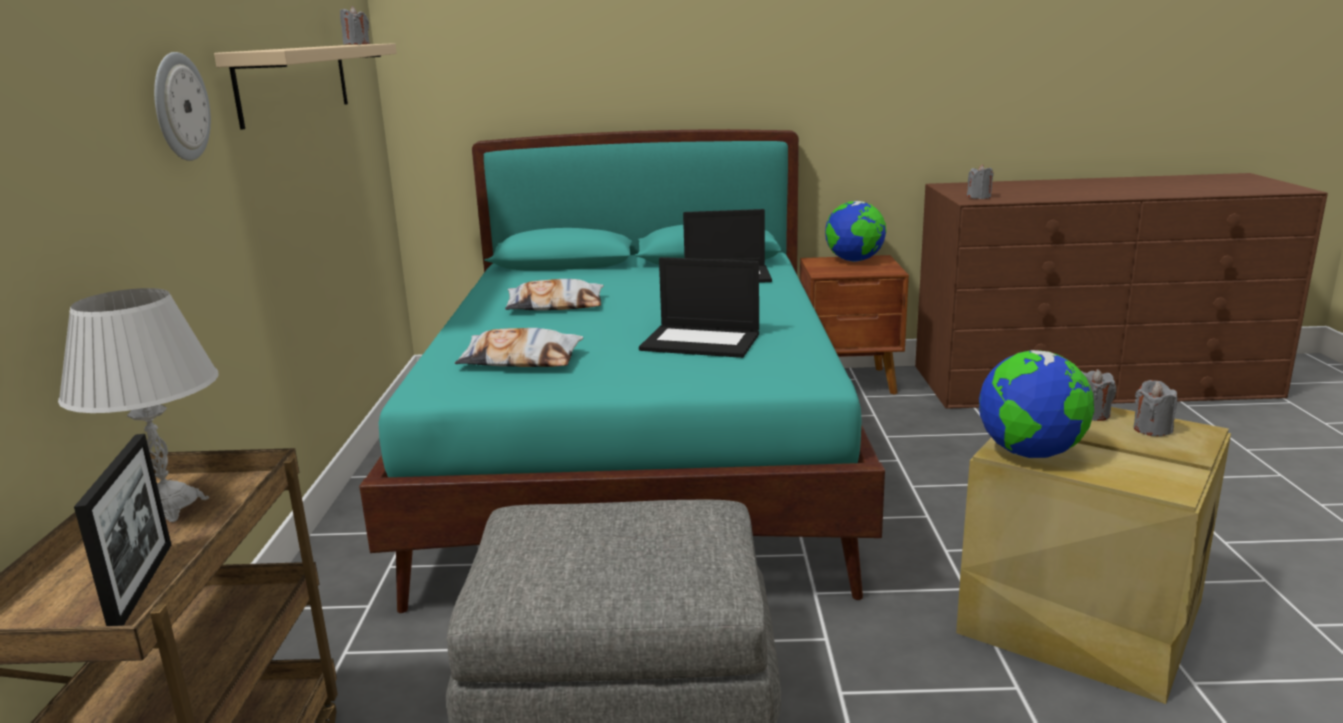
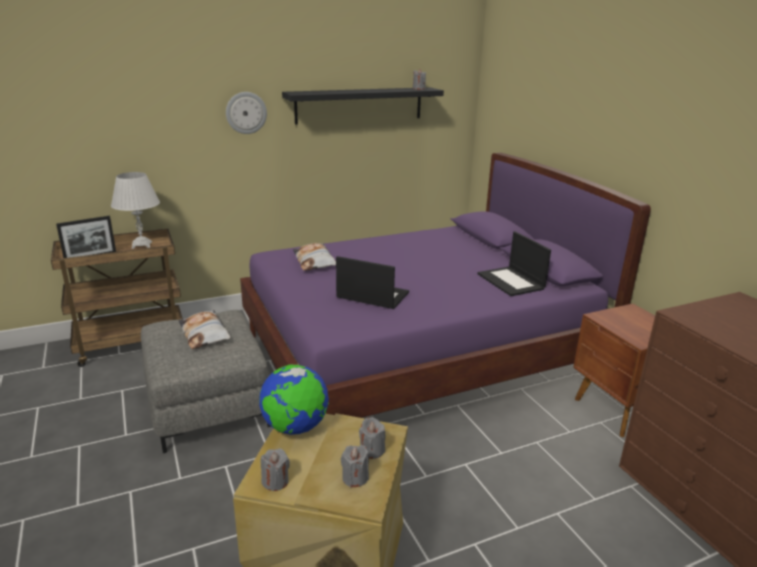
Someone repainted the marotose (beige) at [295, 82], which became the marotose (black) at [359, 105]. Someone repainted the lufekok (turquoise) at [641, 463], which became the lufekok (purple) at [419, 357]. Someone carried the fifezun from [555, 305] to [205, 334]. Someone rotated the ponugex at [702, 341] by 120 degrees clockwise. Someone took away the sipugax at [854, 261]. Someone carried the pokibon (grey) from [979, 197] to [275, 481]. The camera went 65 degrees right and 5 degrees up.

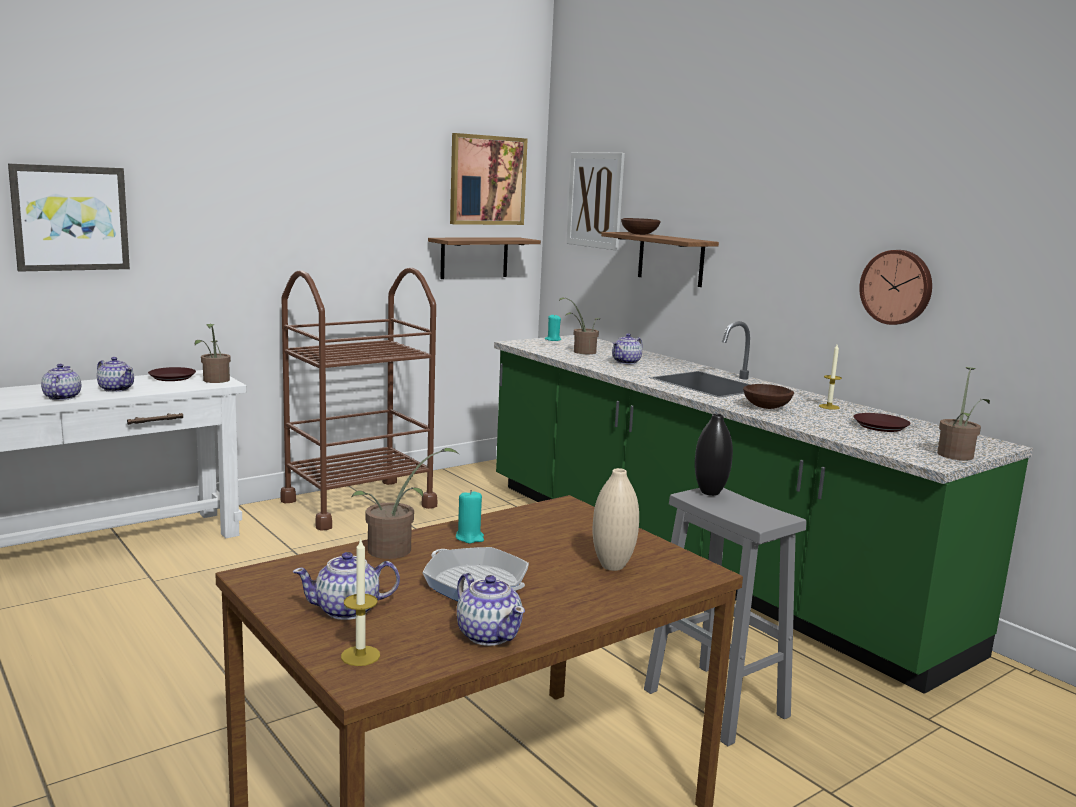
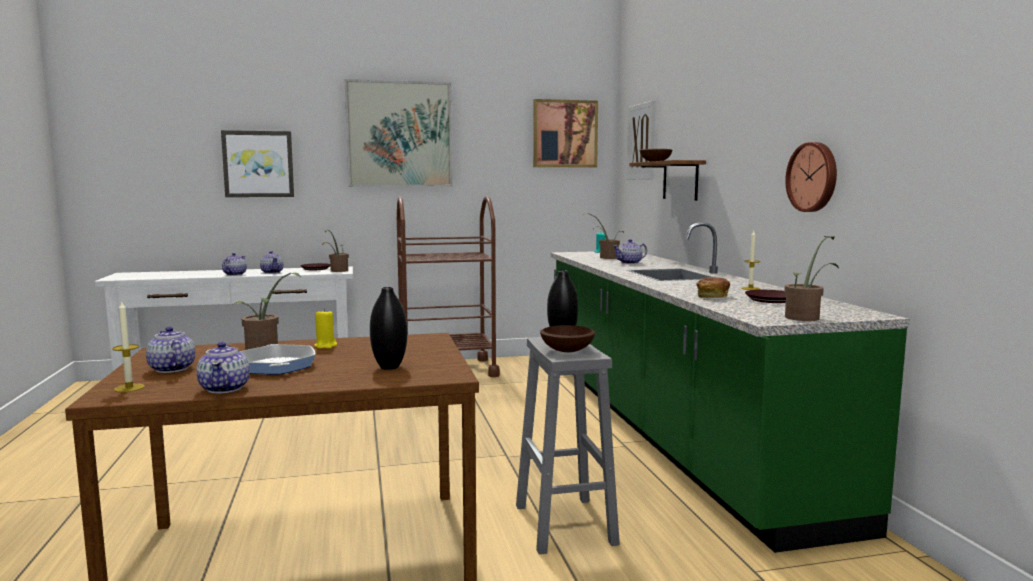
Someone rotated the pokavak at [348, 610] by 45 degrees clockwise. Someone took away the marotose at [474, 257]. Someone repainted the pokibon (turquoise) at [469, 537], which became the pokibon (yellow) at [326, 346]. Someone repainted the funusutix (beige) at [612, 566], which became the funusutix (black) at [389, 367]. Someone carried the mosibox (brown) from [767, 407] to [568, 350]. Someone put up the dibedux at [399, 134]. Someone put down the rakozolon at [713, 296]. The camera went 25 degrees right and 5 degrees down.

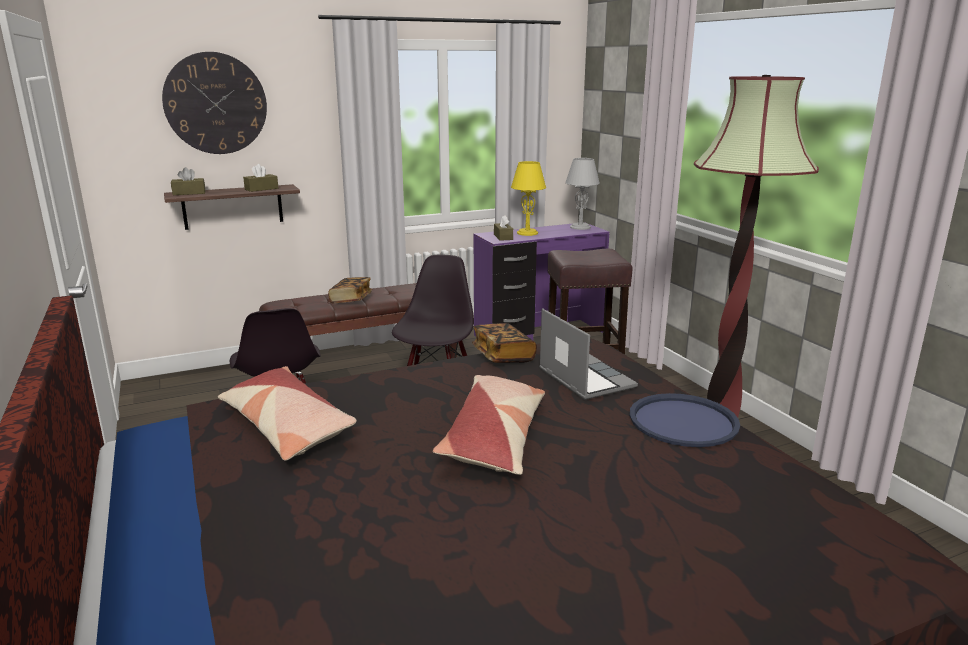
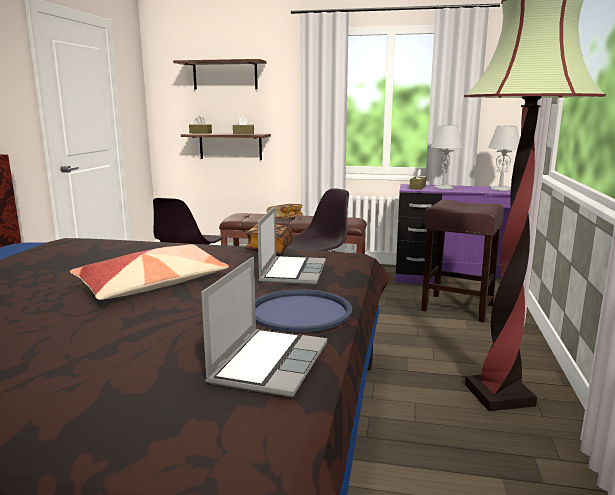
Someone swapped the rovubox at [215, 103] for the marotose at [225, 75]. Someone took away the fifezun at [286, 426]. Someone repainted the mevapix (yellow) at [527, 233], which became the mevapix (grey) at [444, 187]. Someone put down the ponugex at [269, 362]. The camera went 35 degrees right and 5 degrees down.

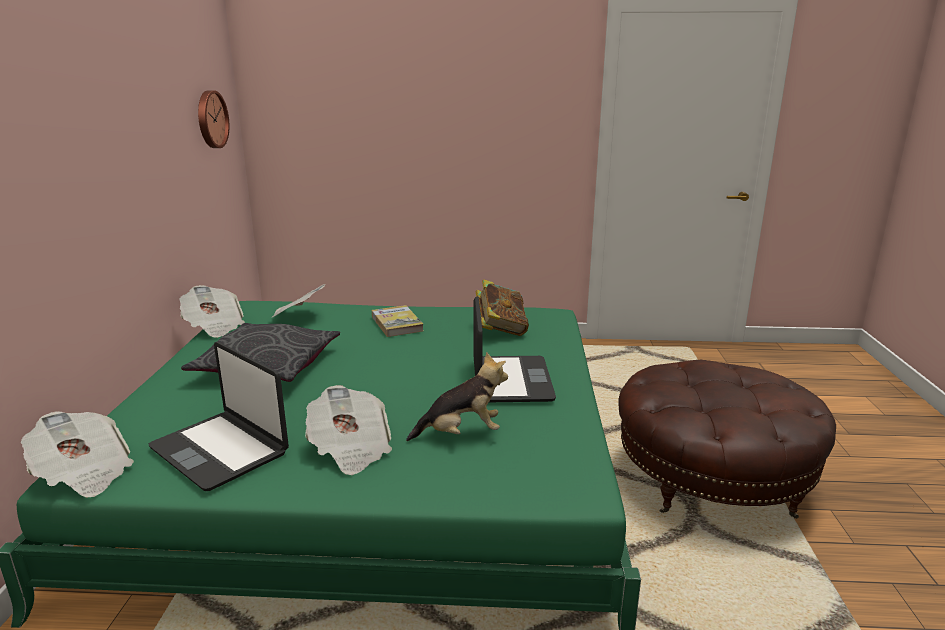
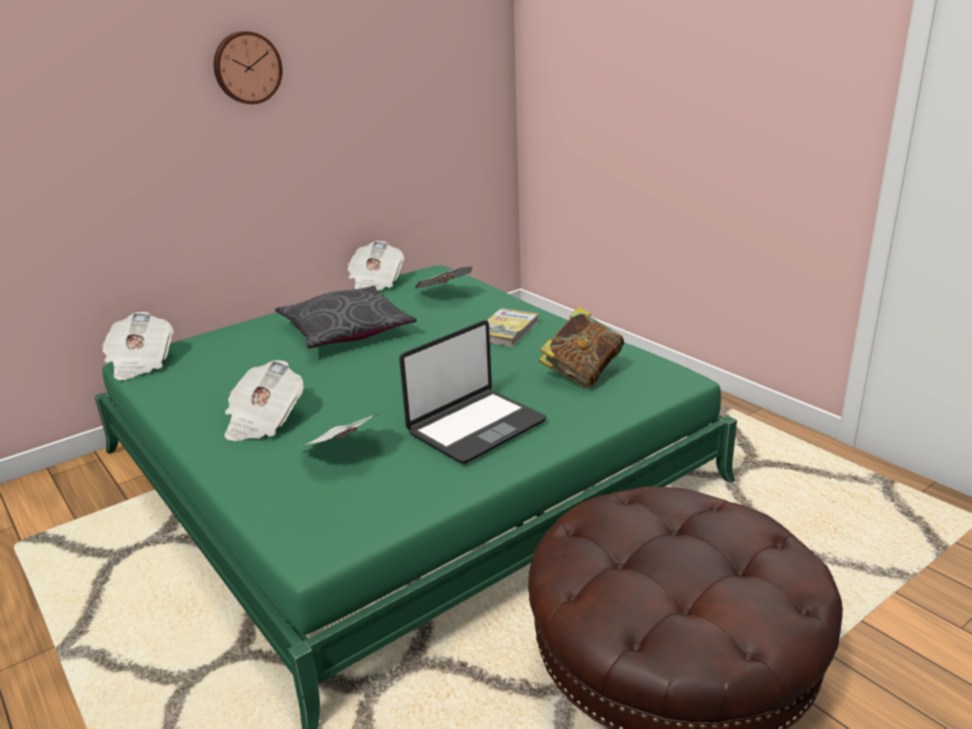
Someone took away the ponugex at [221, 450]. Someone carried the rovubox from [211, 119] to [247, 67]. Someone swapped the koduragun at [461, 433] for the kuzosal at [343, 450]. The camera went 50 degrees right and 5 degrees up.

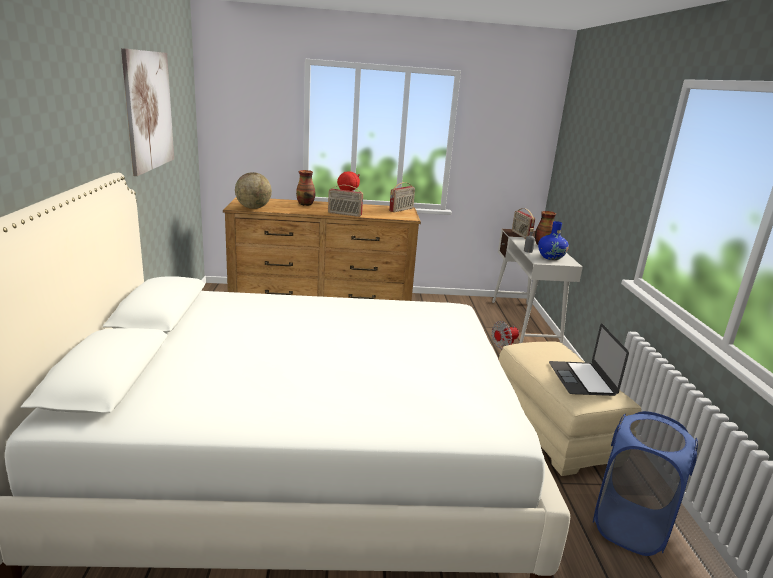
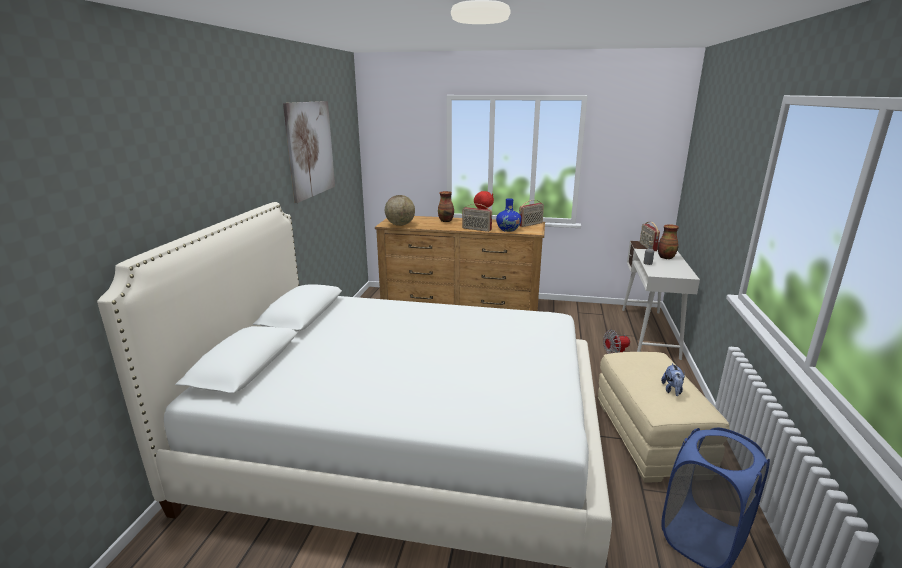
Someone carried the funusutix (blue) from [551, 257] to [508, 229]. Someone swapped the ponugex at [582, 378] for the koduragun at [672, 390]. The camera went 15 degrees right and 0 degrees up.

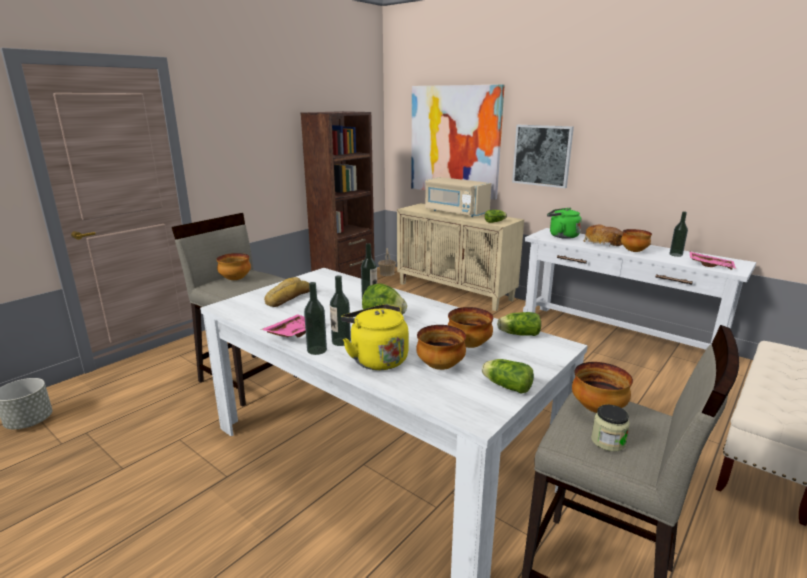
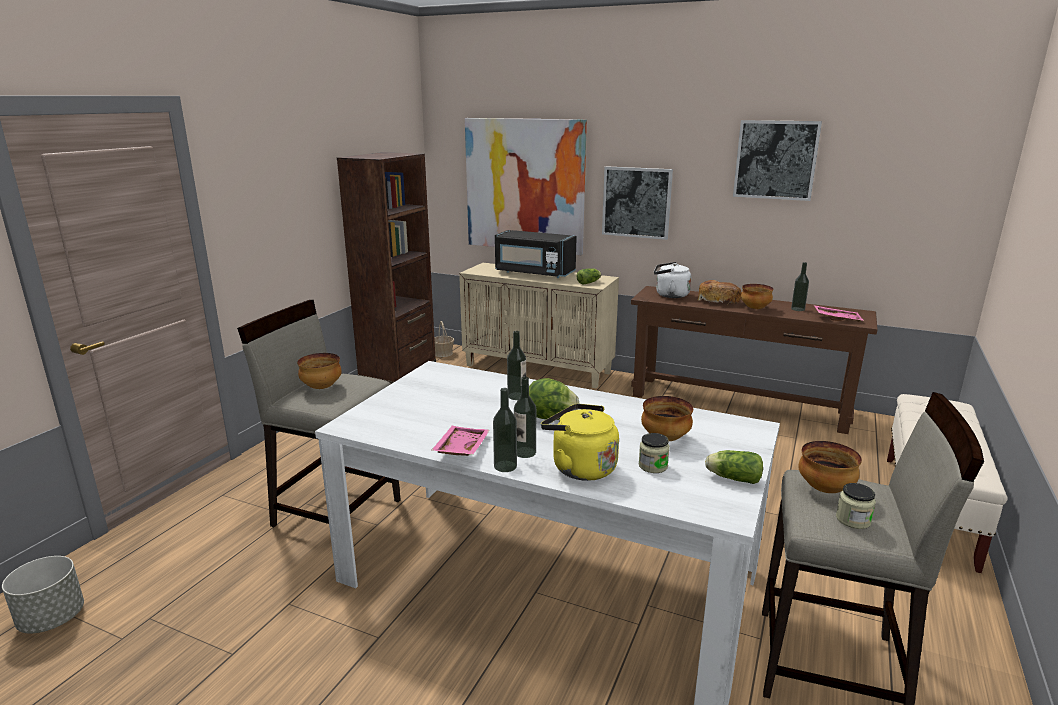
Someone took away the rakozolon at [287, 298]. Someone swapped the mosibox at [440, 366] for the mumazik at [653, 466]. Someone repainted the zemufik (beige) at [455, 212], which became the zemufik (black) at [534, 273]. Someone took away the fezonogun at [517, 334]. Someone repainted the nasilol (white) at [616, 336], which became the nasilol (brown) at [738, 403]. Someone repainted the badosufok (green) at [561, 236], which became the badosufok (white) at [669, 295]. Someone put up the dibedux at [776, 160]. The camera went 15 degrees left and 0 degrees up.

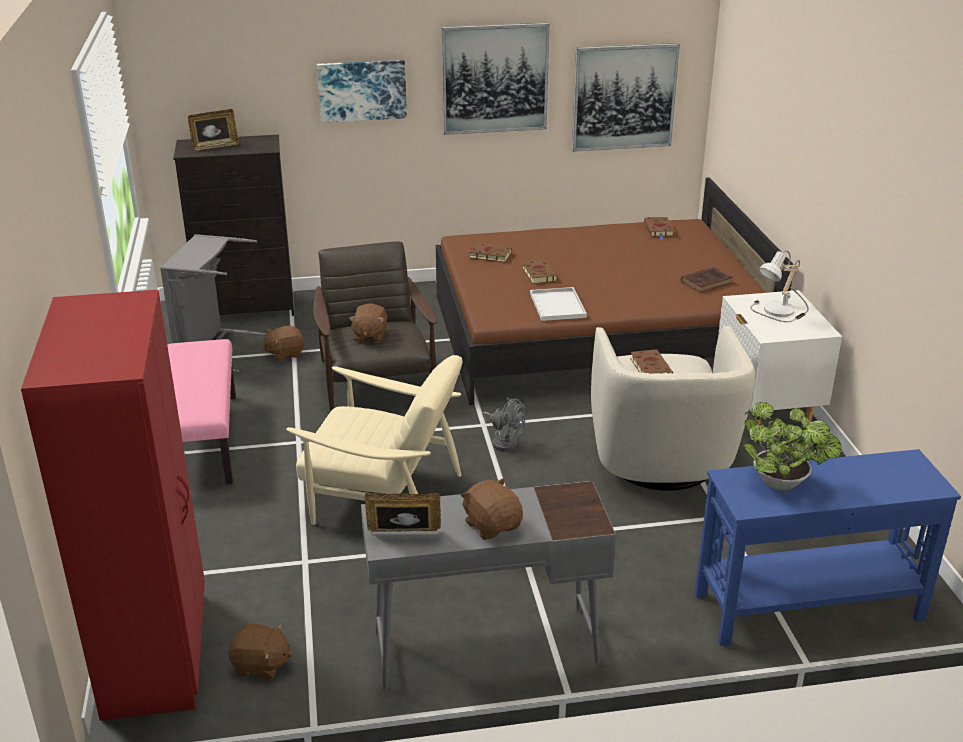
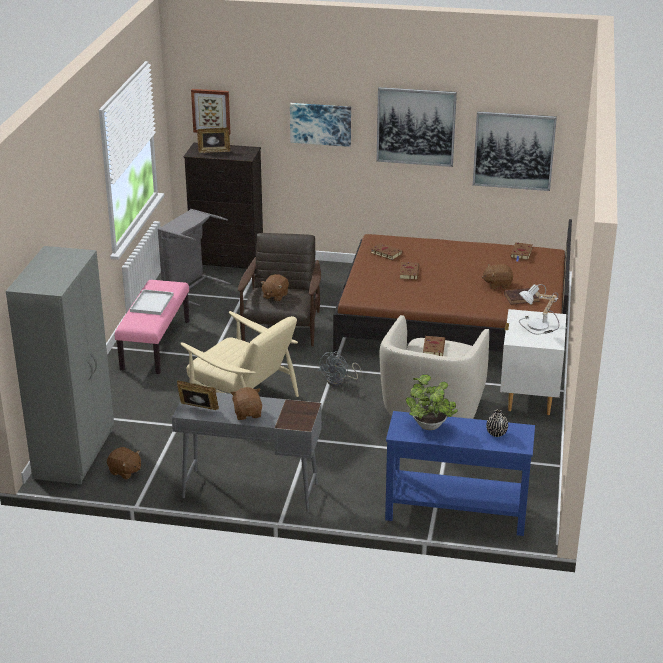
Someone repainted the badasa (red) at [158, 652], which became the badasa (grey) at [75, 453]. Someone carried the koduragun (brown) from [284, 354] to [497, 284]. Someone rotated the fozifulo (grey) at [504, 441] by 60 degrees clockwise. Someone carried the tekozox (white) from [556, 305] to [151, 302]. Someone put up the dibedux at [211, 111]. Someone put down the funusutix (black) at [496, 433]. The camera went 20 degrees right and 0 degrees up.

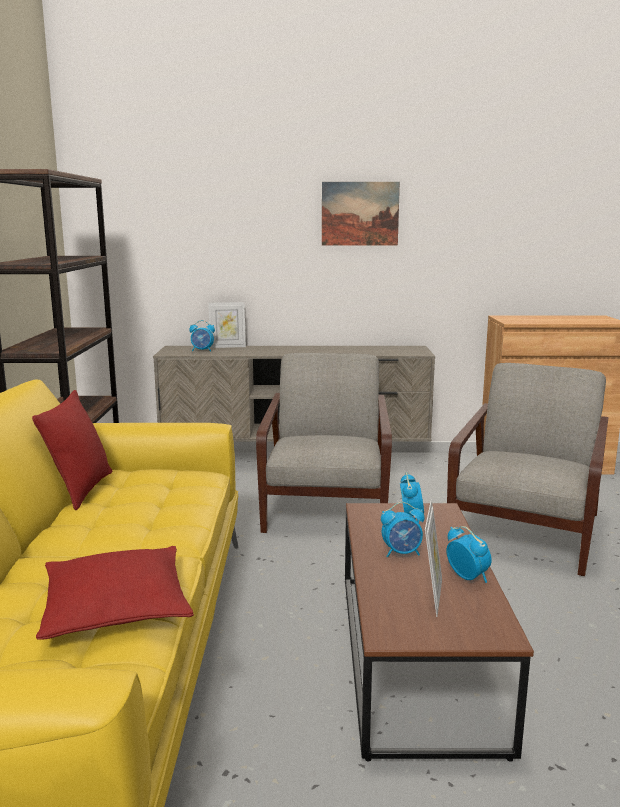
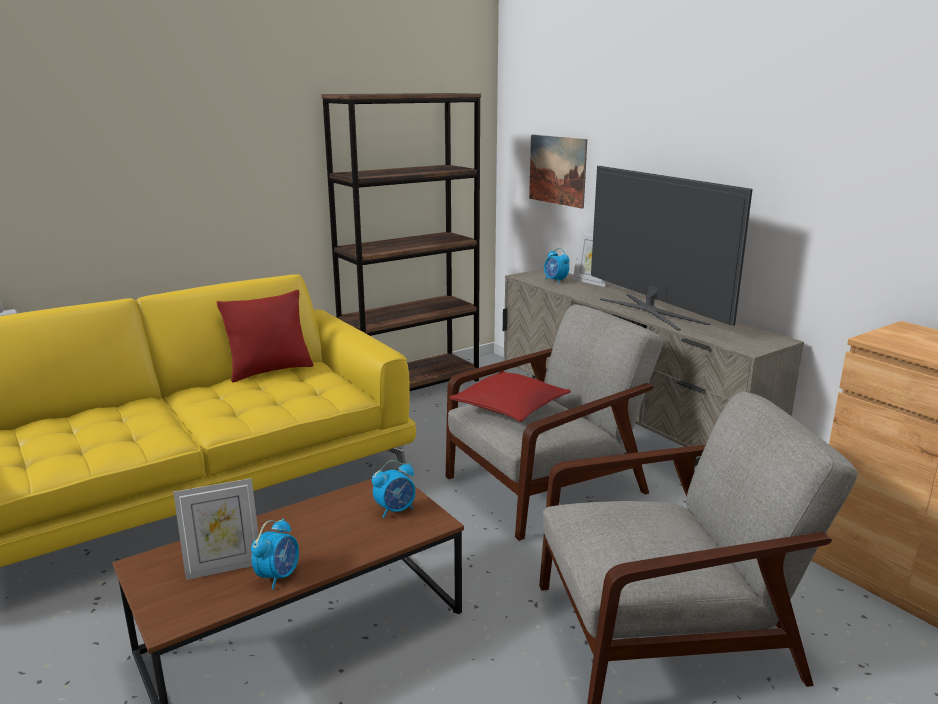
Someone carried the fifezun (red) from [116, 607] to [510, 407]. Someone carried the dibedux from [360, 213] to [557, 170]. Someone took away the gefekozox at [402, 553]. Someone put down the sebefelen at [652, 311]. The camera went 55 degrees right and 5 degrees up.

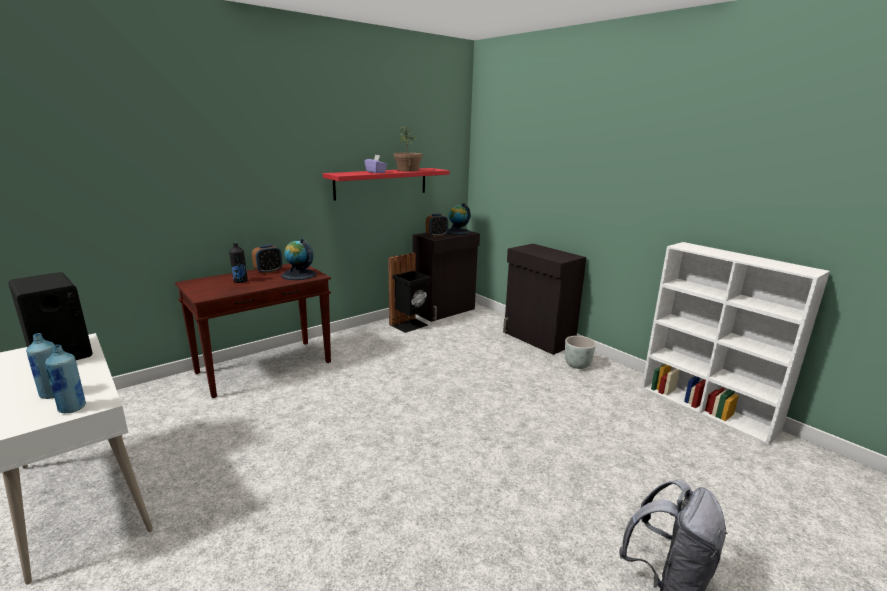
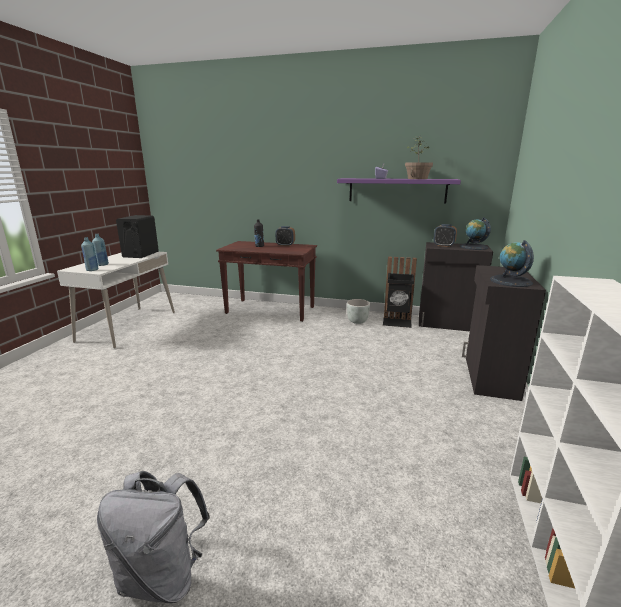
Someone carried the sipugax from [298, 275] to [510, 281]. Someone repainted the marotose (red) at [381, 183], which became the marotose (purple) at [397, 190]. Someone carried the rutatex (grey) from [577, 365] to [357, 321]. The camera went 55 degrees right and 0 degrees up.

